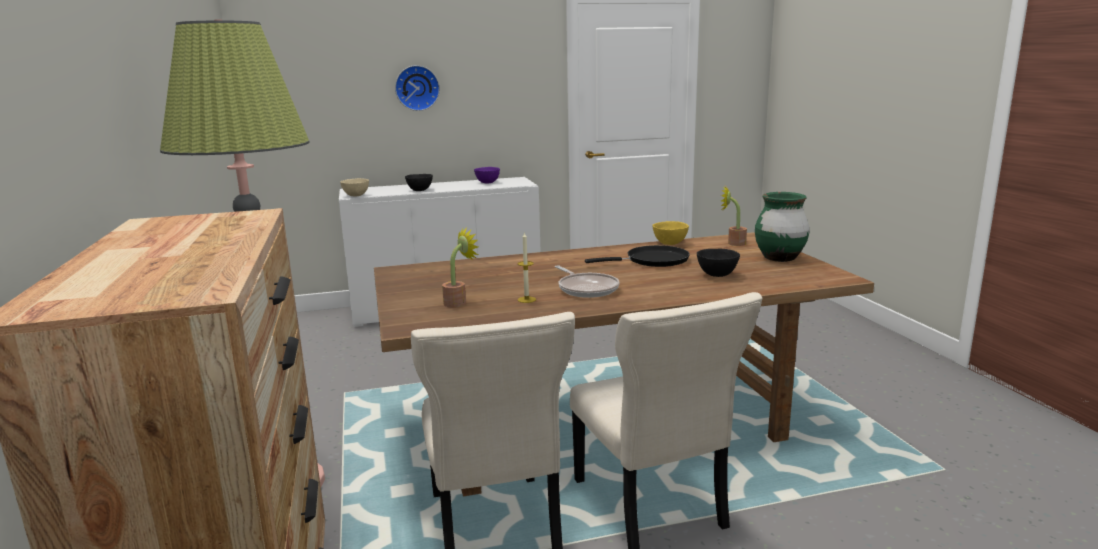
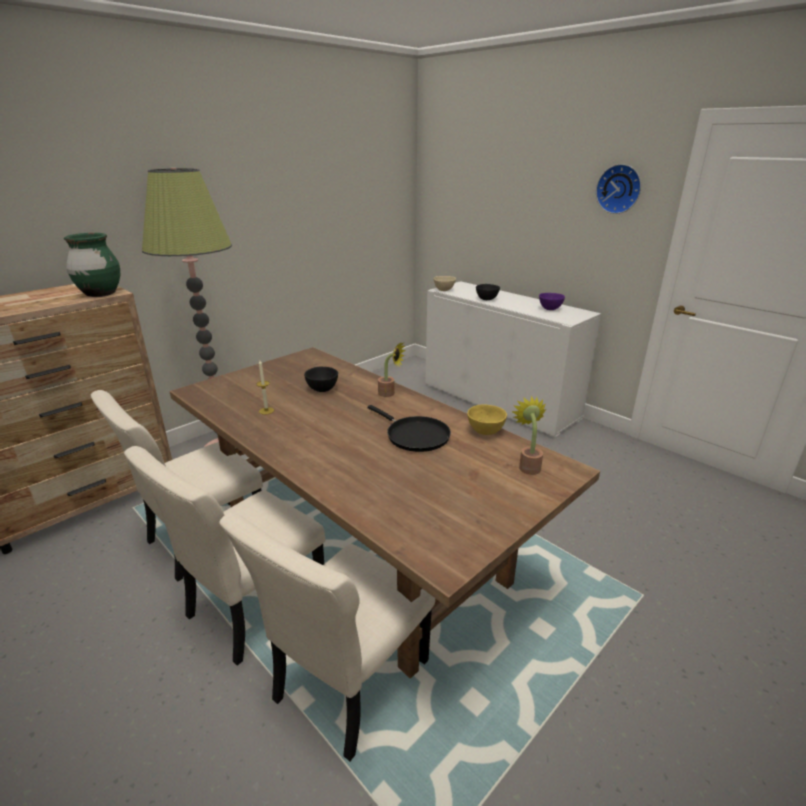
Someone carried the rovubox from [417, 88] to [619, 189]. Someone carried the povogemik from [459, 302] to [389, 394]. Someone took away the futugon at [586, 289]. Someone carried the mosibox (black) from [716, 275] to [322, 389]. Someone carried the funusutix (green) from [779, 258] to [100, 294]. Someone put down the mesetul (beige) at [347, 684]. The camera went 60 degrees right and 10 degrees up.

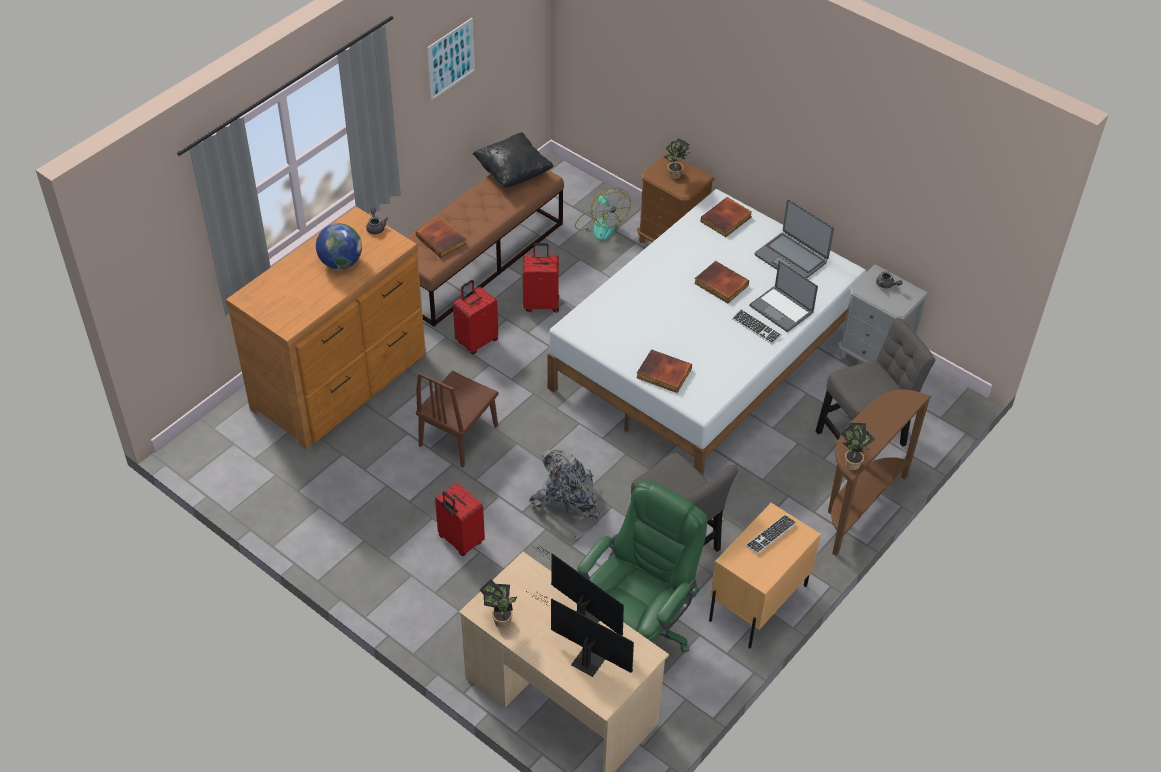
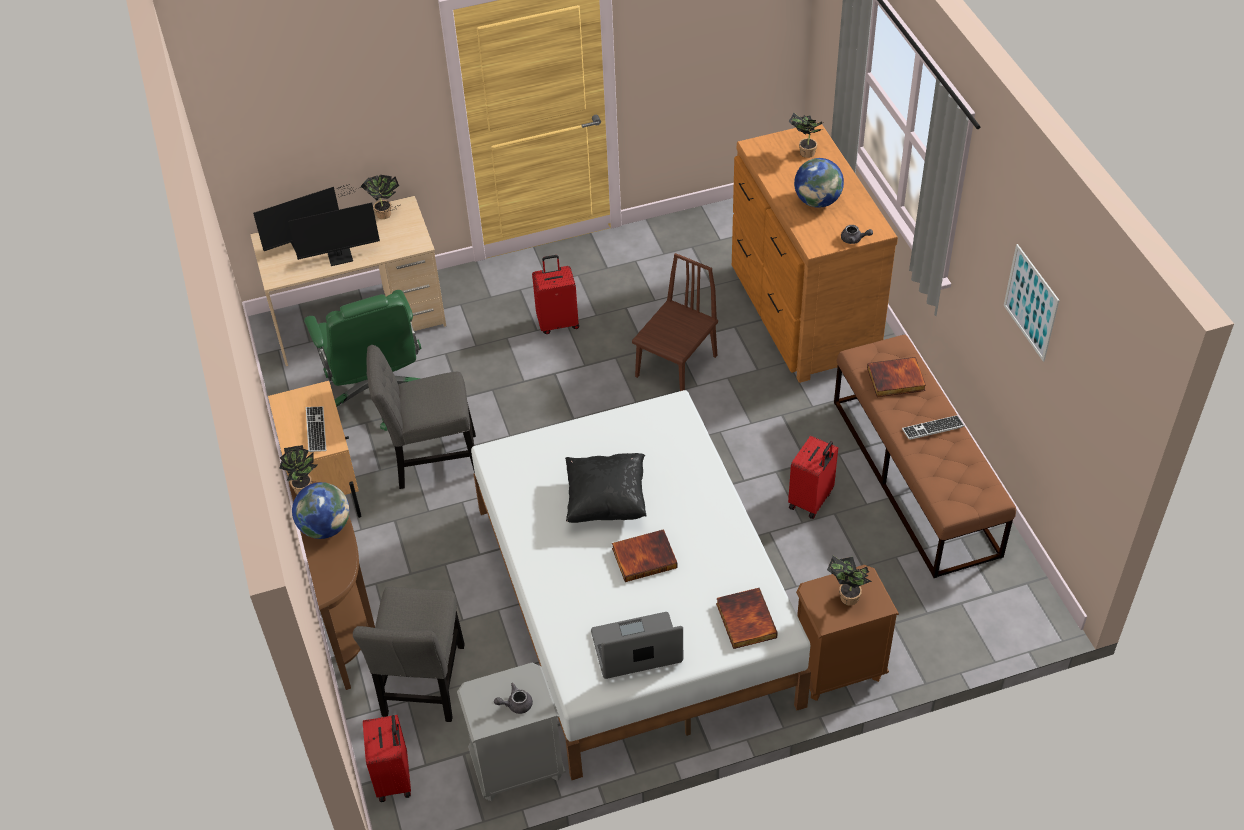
Someone rotated the mesetul (brown) at [458, 435] by 60 degrees clockwise. Someone carried the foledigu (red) from [476, 341] to [395, 779]. Someone carried the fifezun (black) from [513, 173] to [606, 502]. Someone took away the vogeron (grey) at [568, 504]. Someone took away the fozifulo at [600, 224]. Someone took away the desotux at [663, 374]. Someone carried the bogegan from [756, 328] to [932, 428]. Someone took away the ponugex at [782, 309]. Someone put down the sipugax at [325, 527]. Someone put down the povogemik at [805, 152]. The camera went 125 degrees right and 0 degrees up.

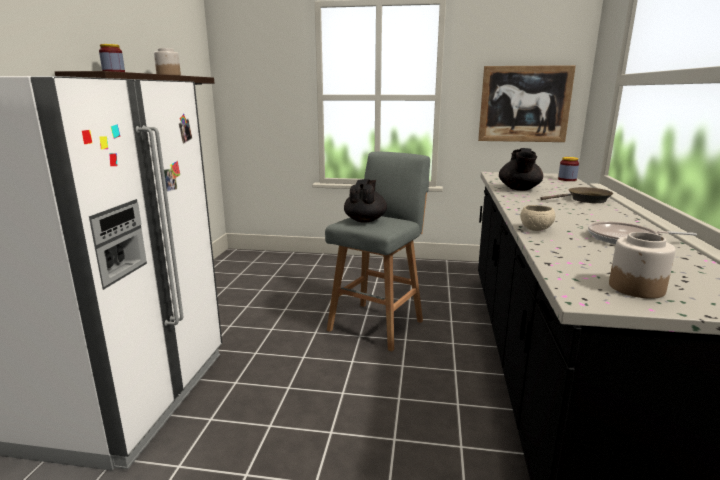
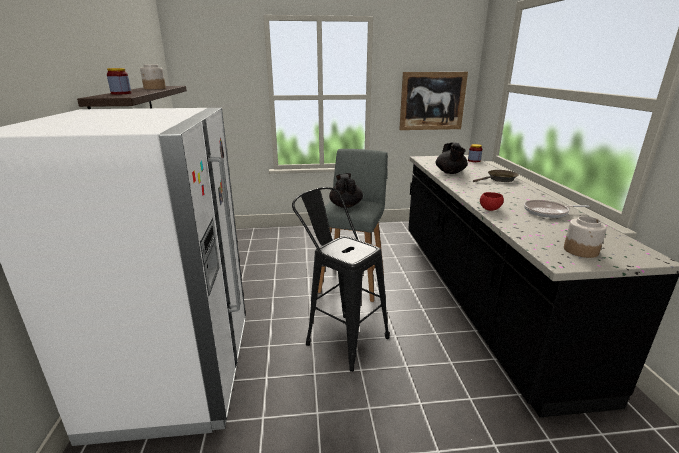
Someone repainted the mosibox (beige) at [535, 229], which became the mosibox (red) at [490, 209]. Someone put down the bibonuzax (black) at [341, 337]. The camera went 15 degrees left and 5 degrees up.

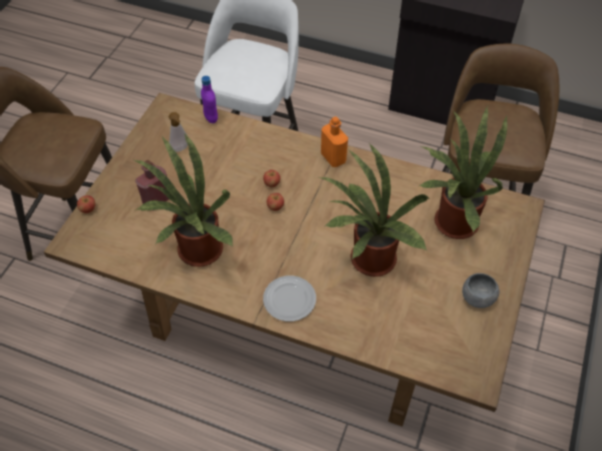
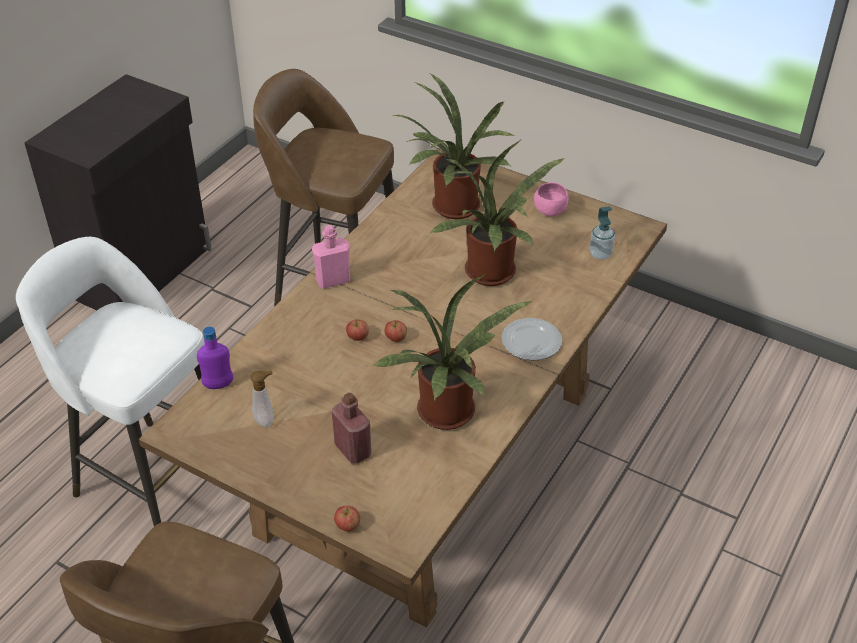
Someone repainted the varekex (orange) at [333, 158], which became the varekex (pink) at [333, 280]. Someone repainted the mosibox (grey) at [477, 298], which became the mosibox (pink) at [550, 211]. Someone put down the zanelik at [600, 254]. The camera went 80 degrees left and 10 degrees down.

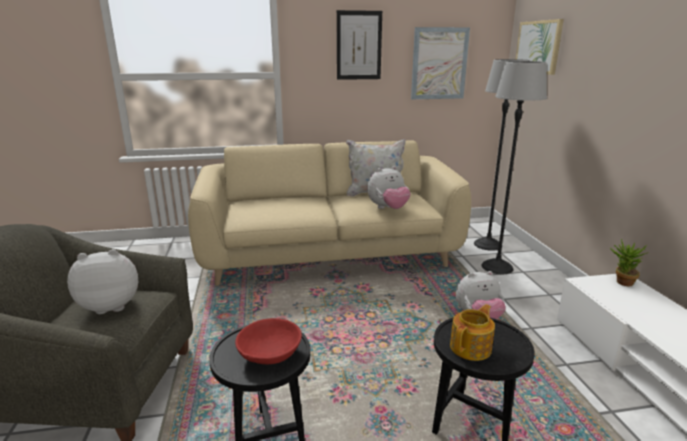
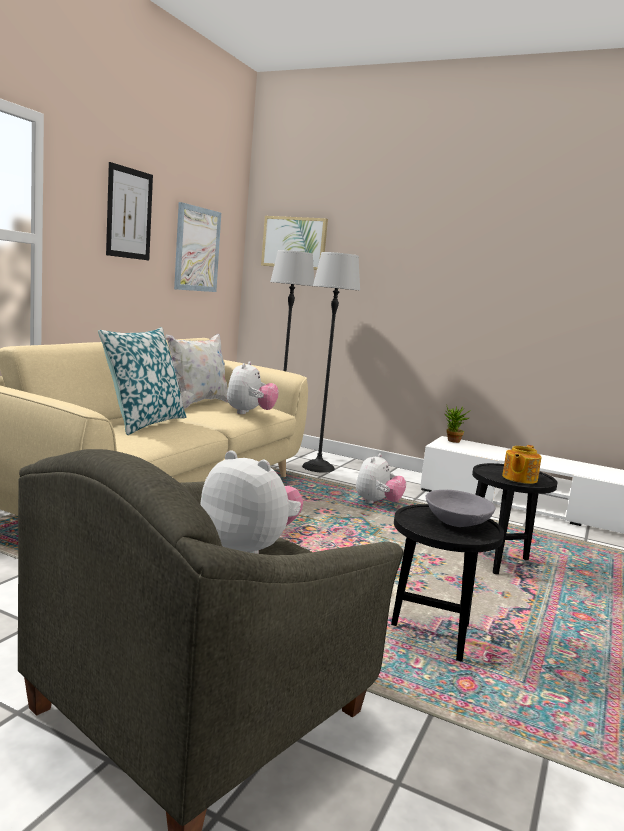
Someone rotated the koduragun at [111, 305] by 105 degrees clockwise. Someone repainted the mosibox (red) at [270, 352], which became the mosibox (grey) at [457, 520]. Someone rotated the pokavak at [471, 347] by 135 degrees counterclockwise. Someone put down the fifezun at [143, 423]. The camera went 55 degrees left and 10 degrees down.

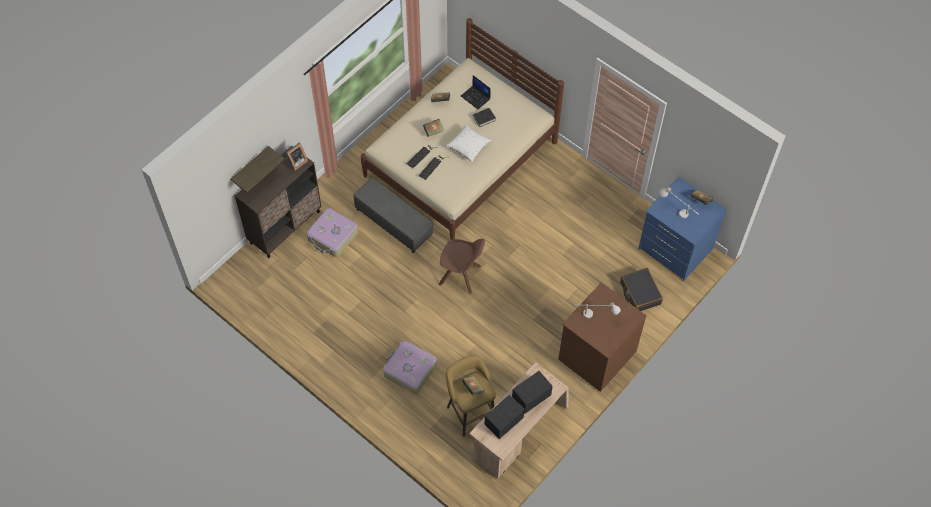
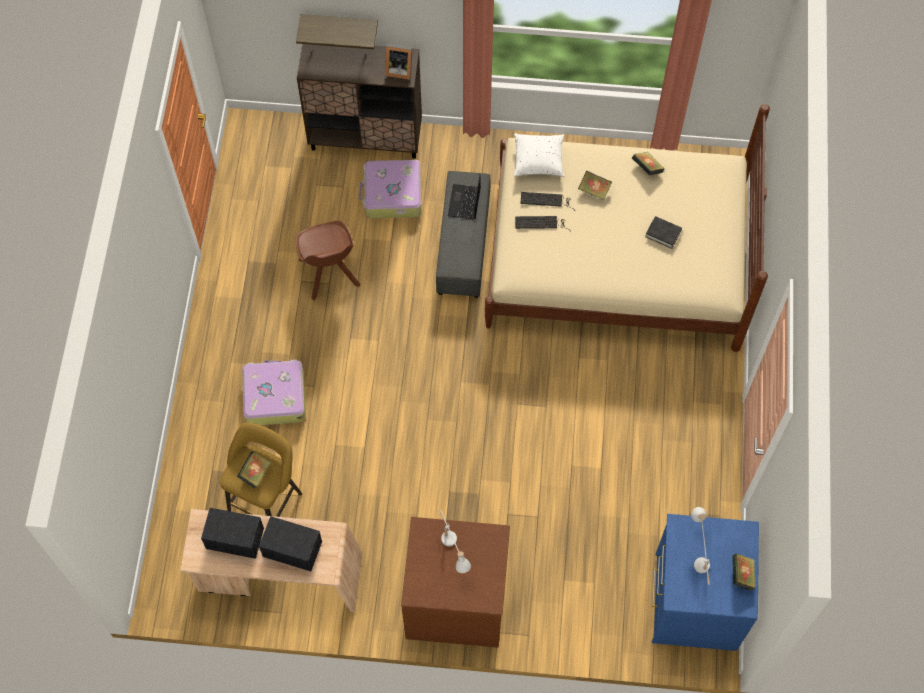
Someone carried the mesetul (brown) from [461, 275] to [329, 274]. Someone carried the fifezun (white) from [468, 147] to [538, 161]. Someone carried the ponugex from [476, 97] to [465, 202]. Someone took away the foledigu (black) at [640, 293]. The camera went 55 degrees right and 5 degrees up.

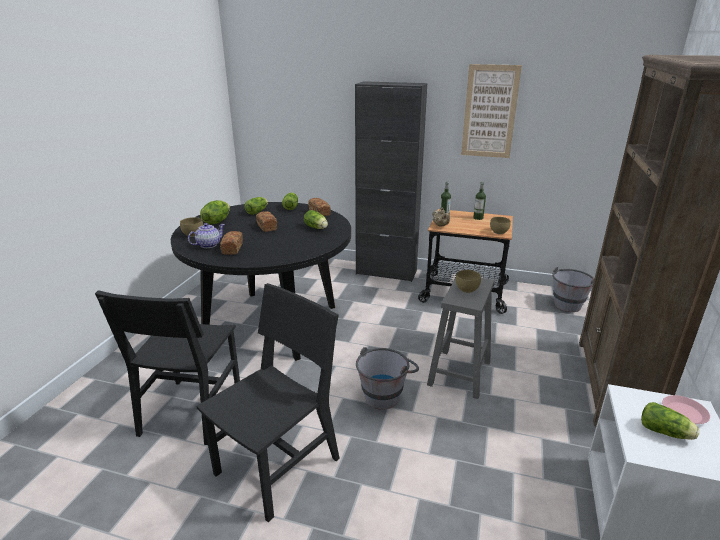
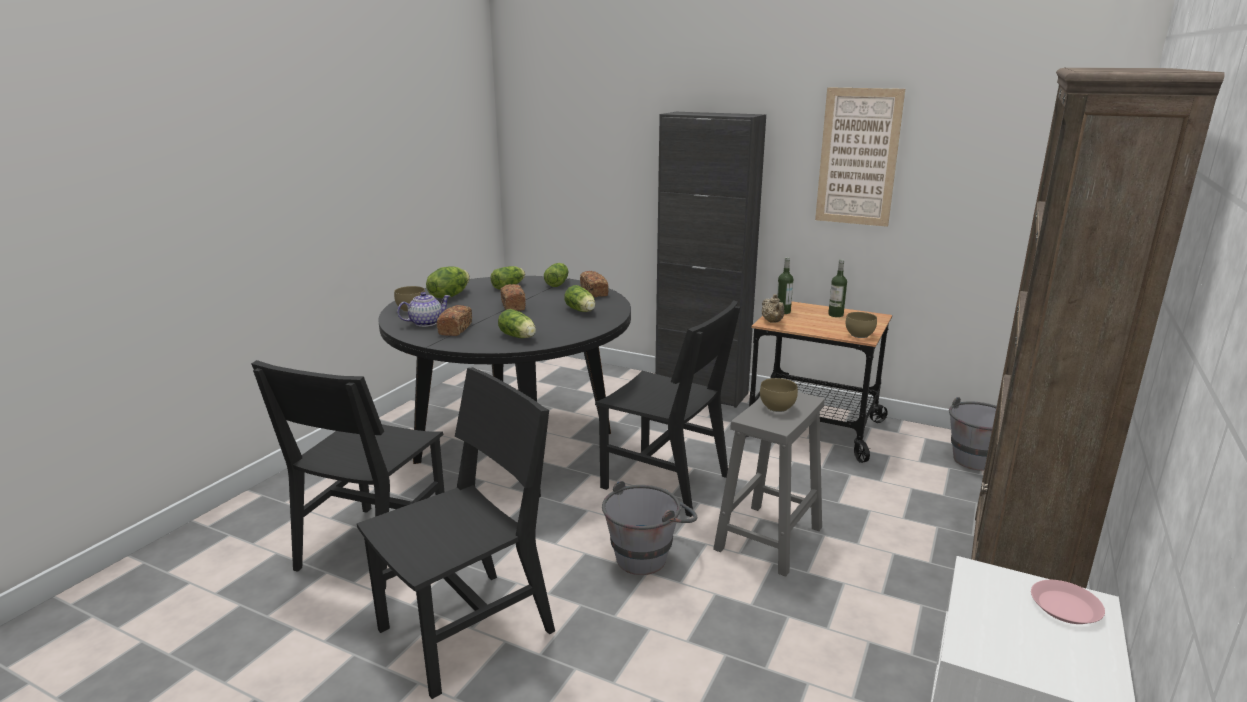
Someone carried the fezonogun from [666, 433] to [519, 337]. Someone put down the mesetul (black) at [665, 482]. The camera went 10 degrees right and 5 degrees down.

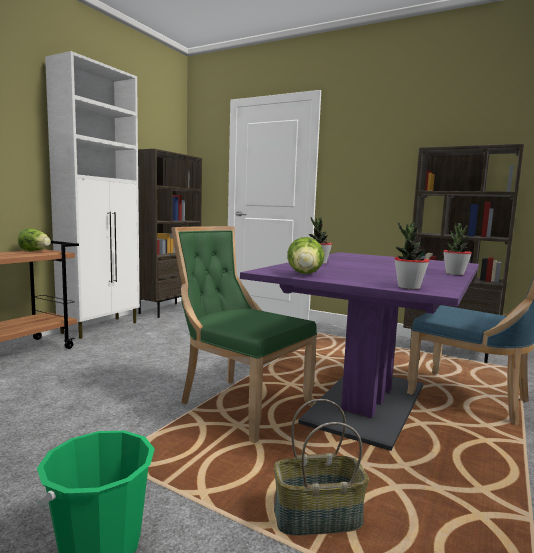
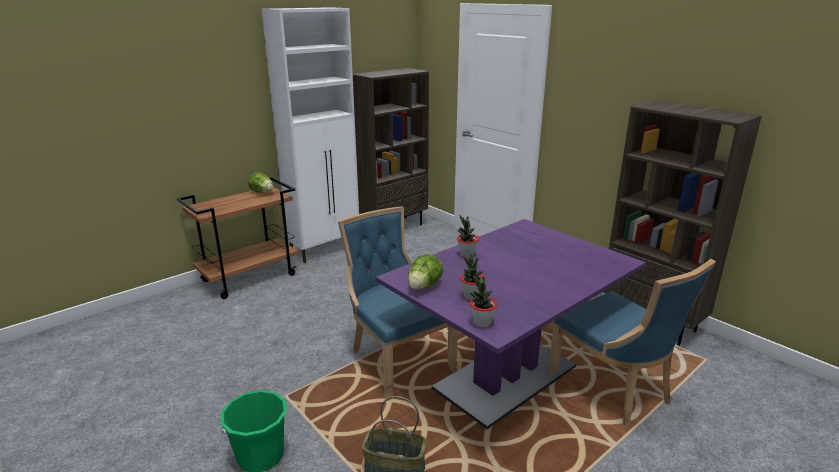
Someone repainted the mesetul (green) at [240, 404], which became the mesetul (blue) at [397, 360]. Someone carried the povogemik from [454, 274] to [471, 297]. The camera went 20 degrees right and 15 degrees up.

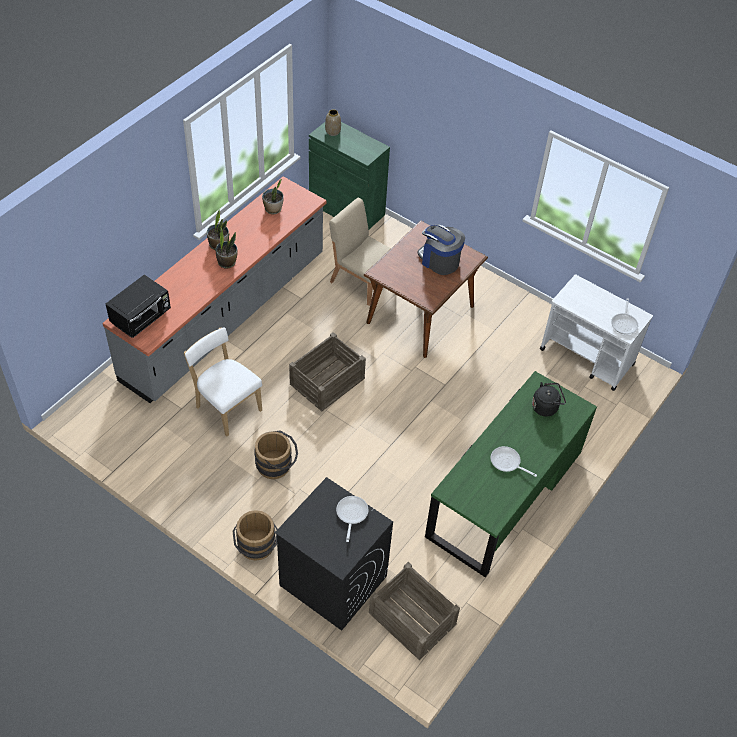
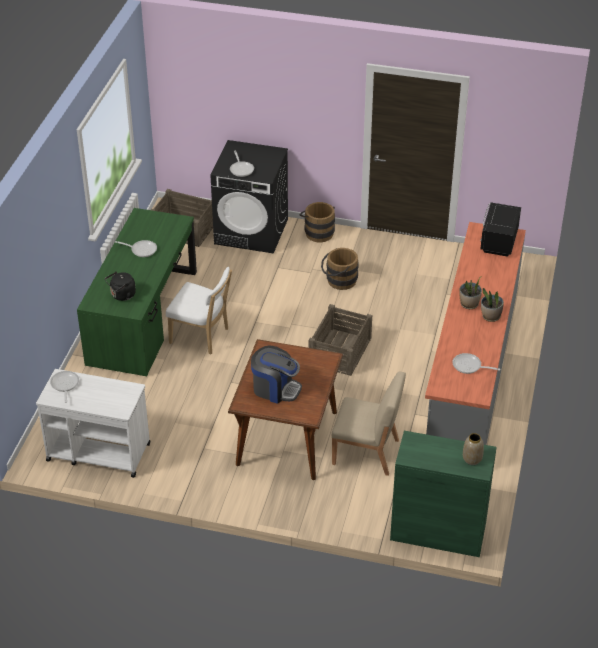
Someone carried the mesetul (white) from [226, 407] to [202, 337]. Someone swapped the povogemik at [273, 209] for the futugon at [469, 366]. The camera went 160 degrees right and 10 degrees down.

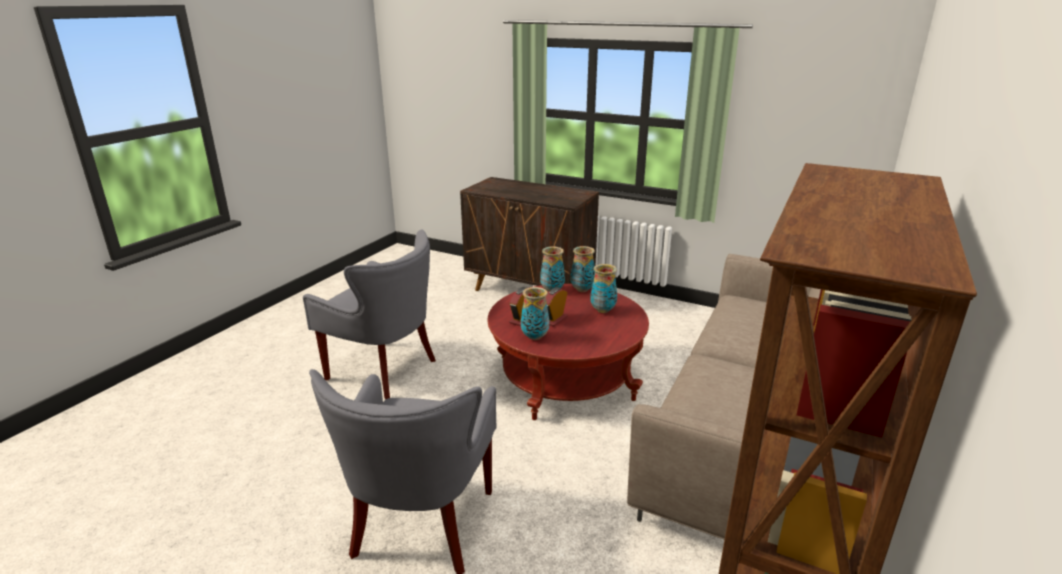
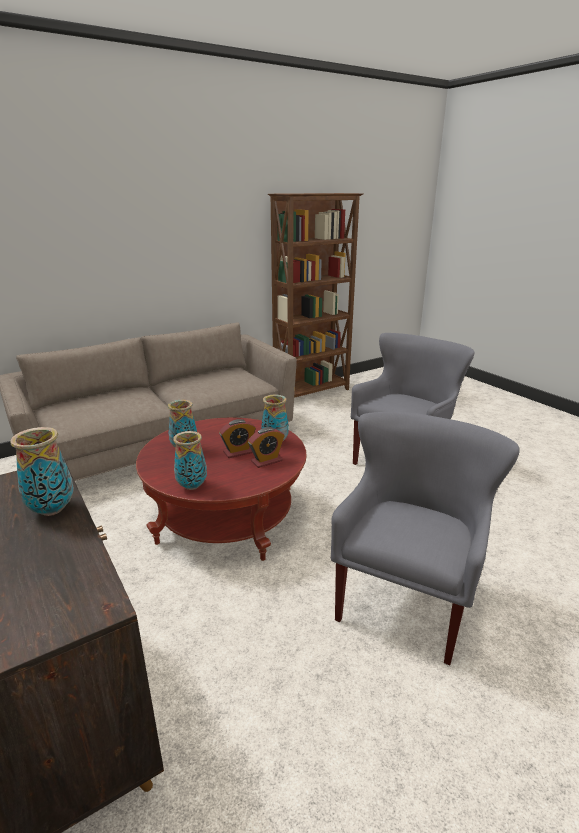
Someone rotated the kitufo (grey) at [384, 371] by 60 degrees clockwise. Someone carried the funusutix from [582, 290] to [52, 509]. The camera went 150 degrees left and 0 degrees up.

